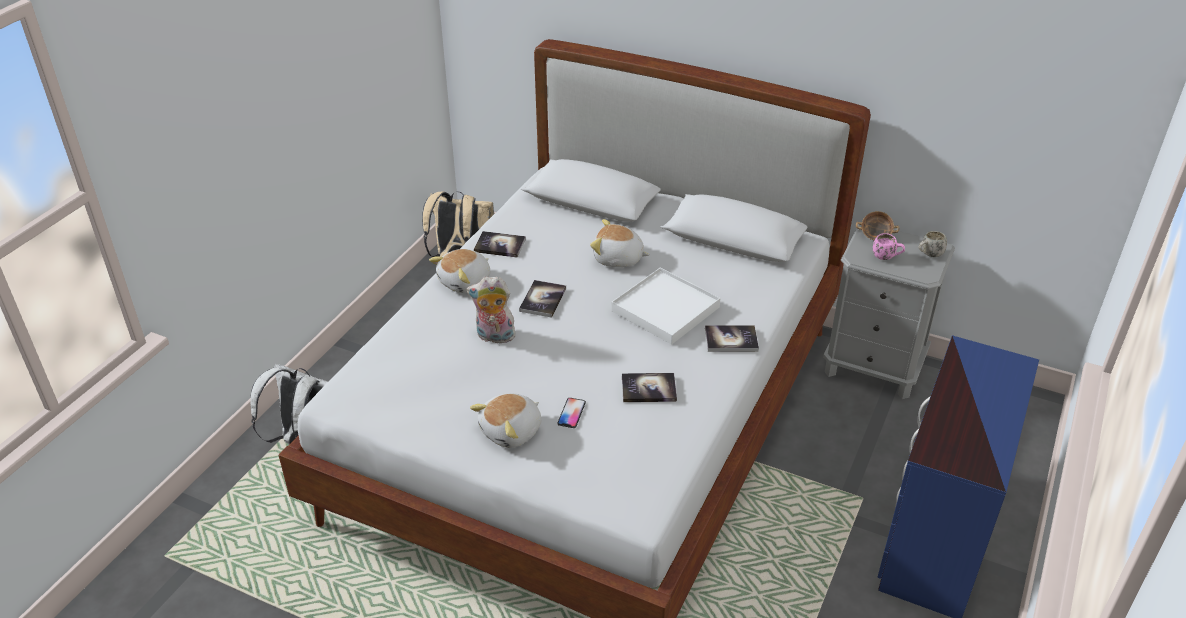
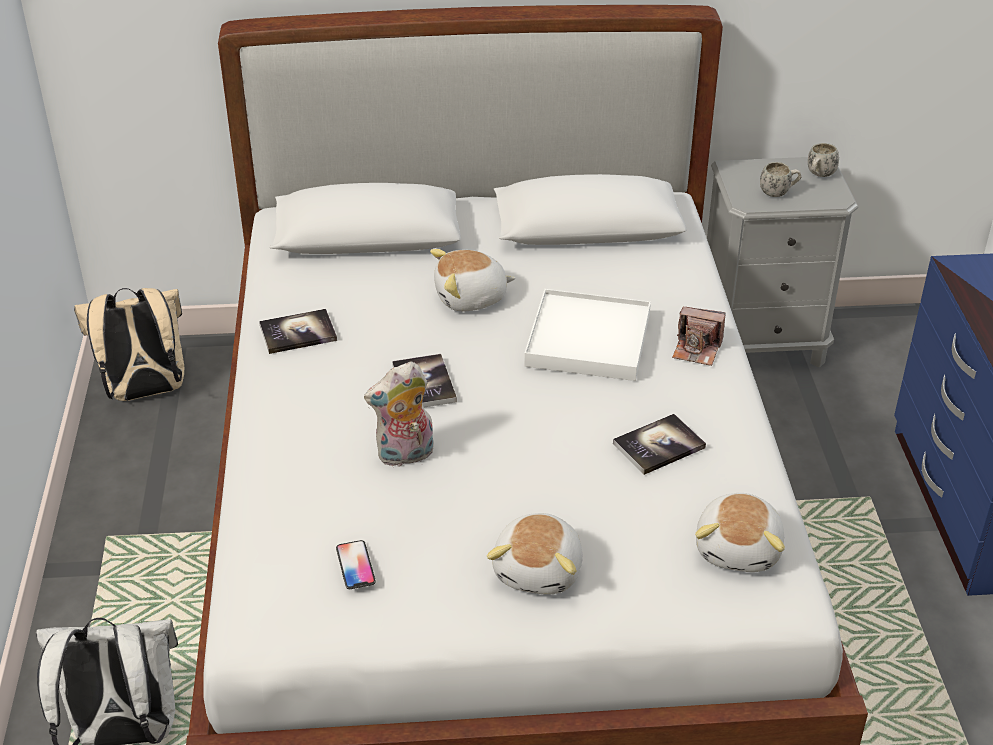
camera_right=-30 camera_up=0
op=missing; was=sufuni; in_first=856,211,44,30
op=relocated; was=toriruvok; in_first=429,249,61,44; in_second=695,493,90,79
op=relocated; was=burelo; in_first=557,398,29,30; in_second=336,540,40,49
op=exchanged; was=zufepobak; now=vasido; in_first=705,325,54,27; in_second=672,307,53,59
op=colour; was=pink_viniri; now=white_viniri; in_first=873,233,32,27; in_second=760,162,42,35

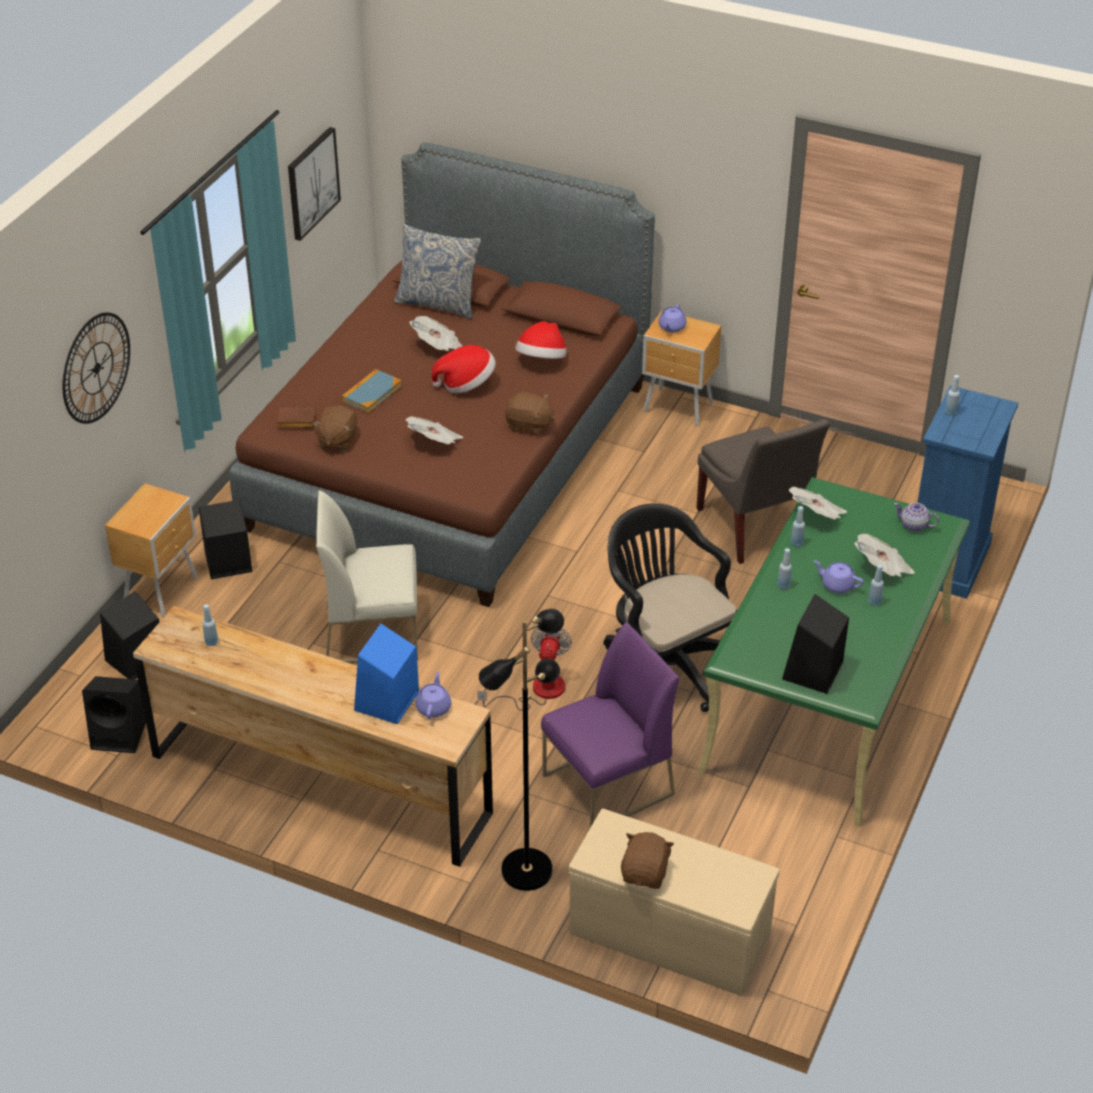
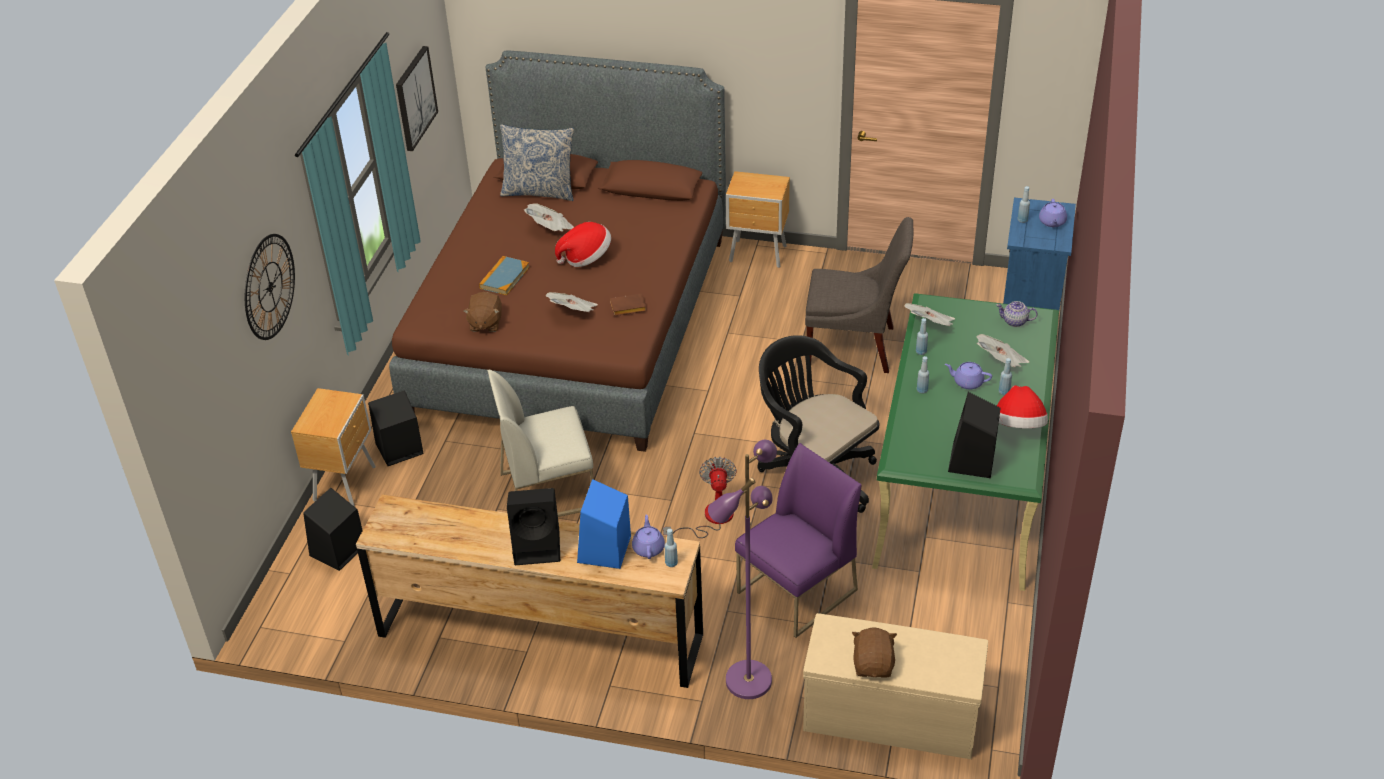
camera_right=-10 camera_up=0
op=missing; was=brown_toriruvok; in_first=505,392,50,44
op=relocated; was=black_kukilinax; in_first=82,676,64,77; in_second=507,488,53,77
op=relocated; was=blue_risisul; in_first=202,604,16,42; in_second=665,529,13,38
op=relocated; was=brown_zufepobak; in_first=277,407,39,21; in_second=610,293,36,23
op=relocated; was=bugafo; in_first=515,321,51,38; in_second=997,385,51,44
op=relocated; was=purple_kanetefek; in_first=658,304,29,28; in_second=1039,199,28,28
op=colour; was=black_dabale; now=purple_dabale; in_first=479,609,85,282; in_second=708,440,69,259
op=spun; was=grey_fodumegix; in_first=696,419,134,145; in_second=805,217,109,156; clockwise=-45

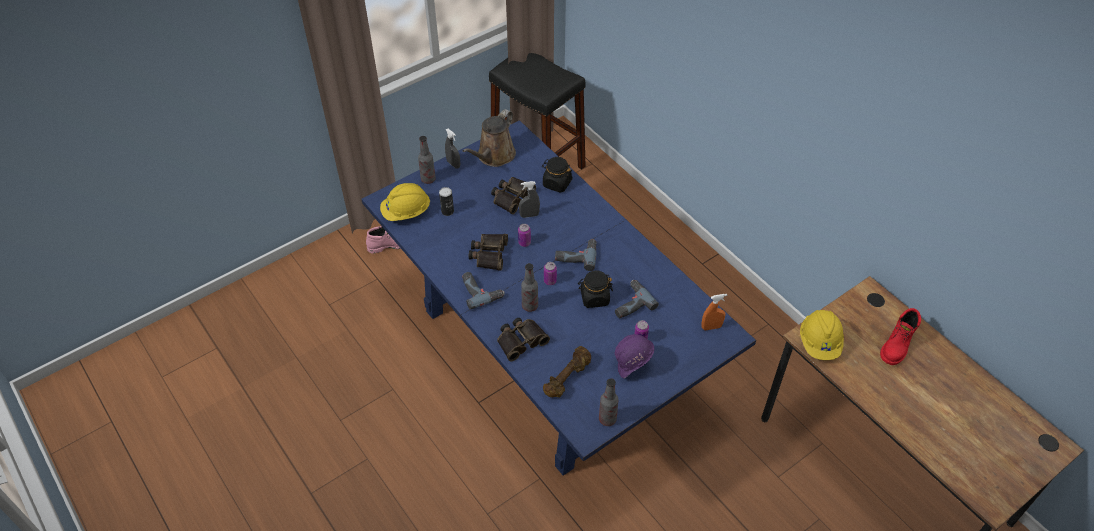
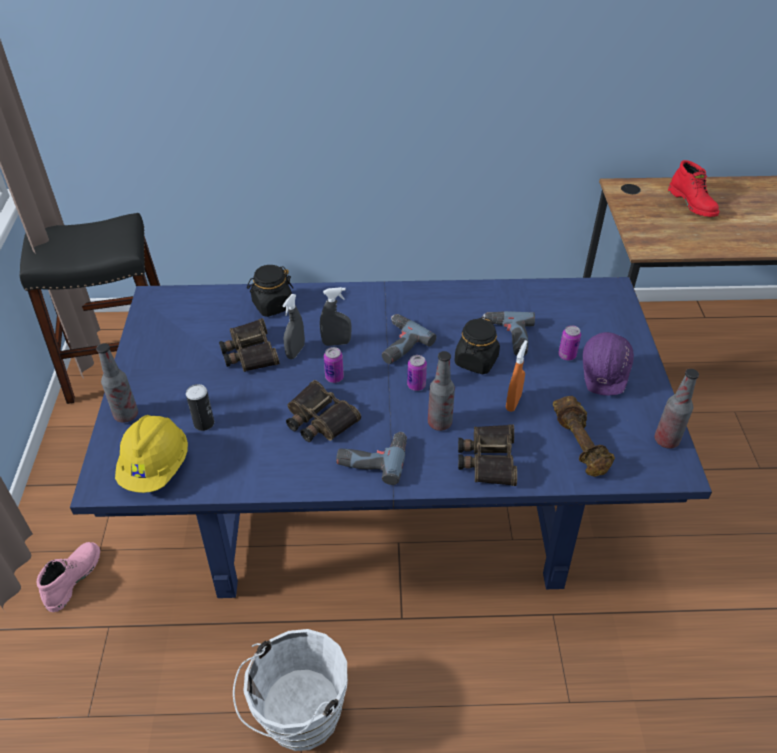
camera_right=-55 camera_up=-5
op=missing; was=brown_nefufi; in_first=462,109,54,58
op=missing; was=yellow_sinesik; in_first=800,310,44,50
op=appeared; now=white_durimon; in_second=233,629,115,122
op=relocated; was=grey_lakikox; in_first=445,128,15,40; in_second=320,287,31,59
op=relocated; was=orange_lakikox; in_first=701,294,26,36; in_second=506,340,22,72

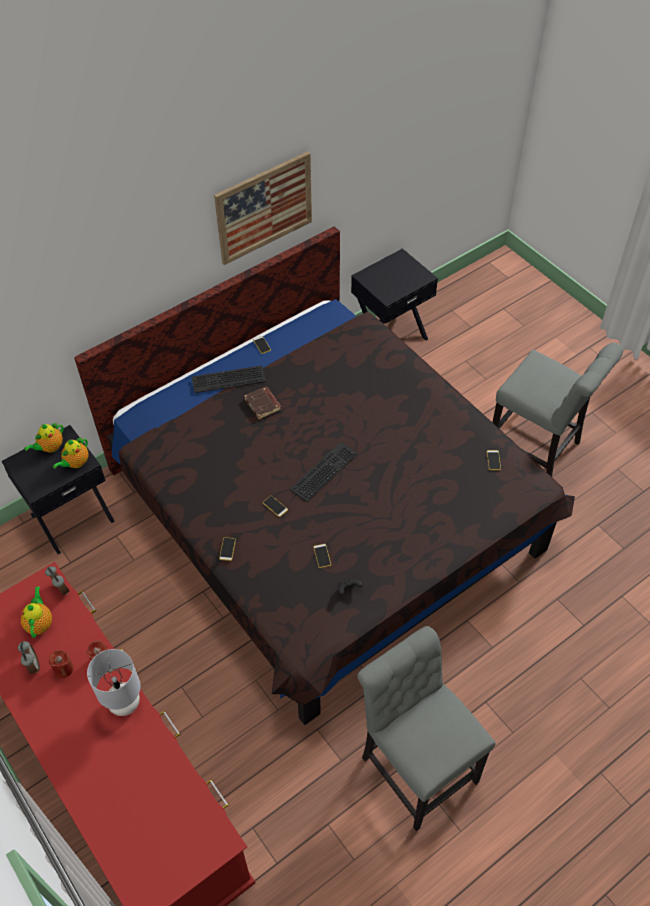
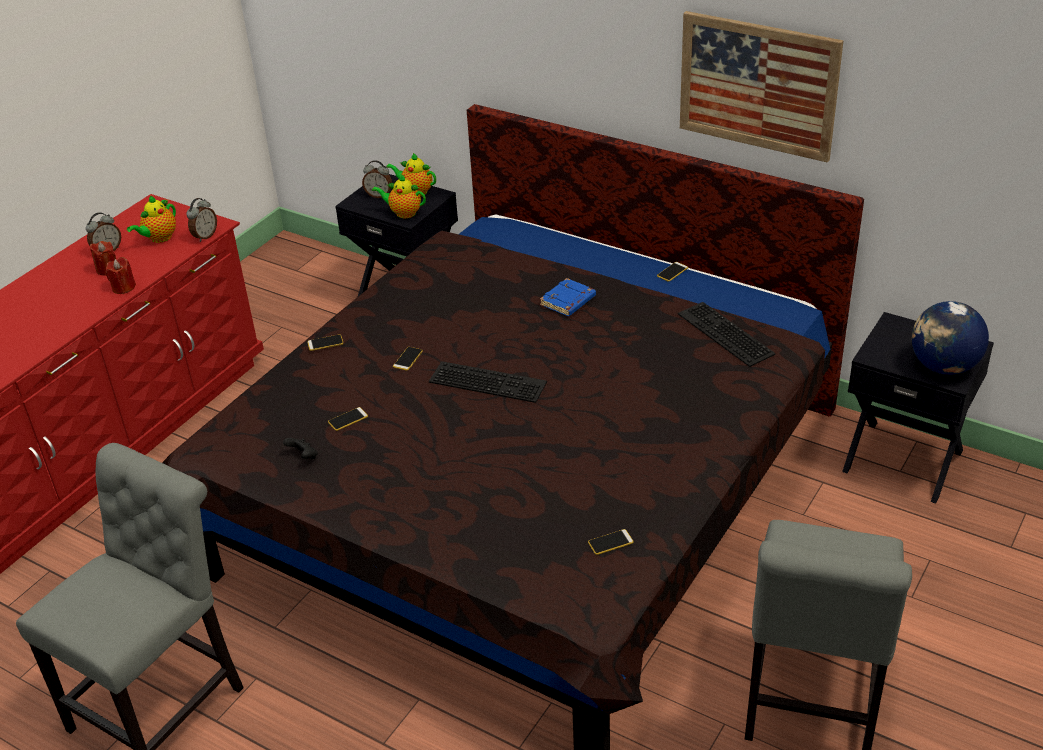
camera_right=70 camera_up=-15
op=missing; was=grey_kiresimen; in_first=87,649,54,67
op=appeared; now=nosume; in_second=362,160,30,38
op=appeared; now=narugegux; in_second=911,301,78,74
op=relocated; was=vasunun; in_first=192,365,74,28; in_second=678,302,98,65
op=colour; was=brown_zufepobak; now=blue_zufepobak; in_first=244,386,38,33; in_second=540,278,56,38
op=spun; was=kanetefek; in_first=21,586,31,52; in_second=127,195,49,48; clockwise=150

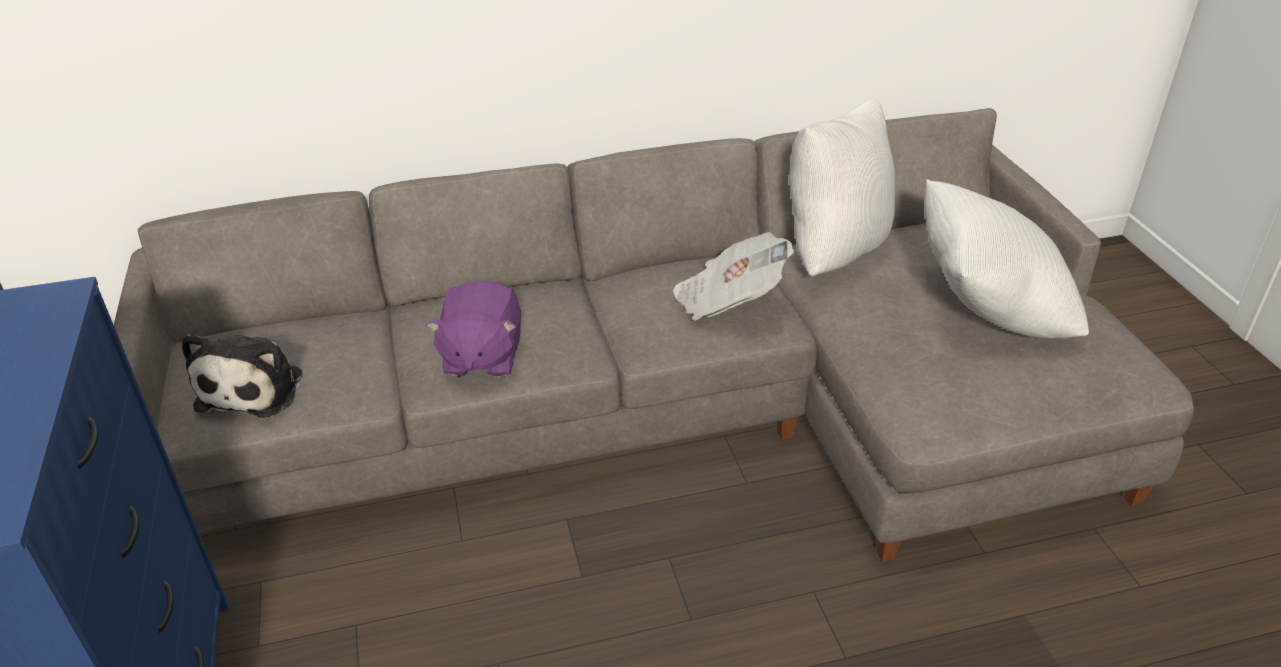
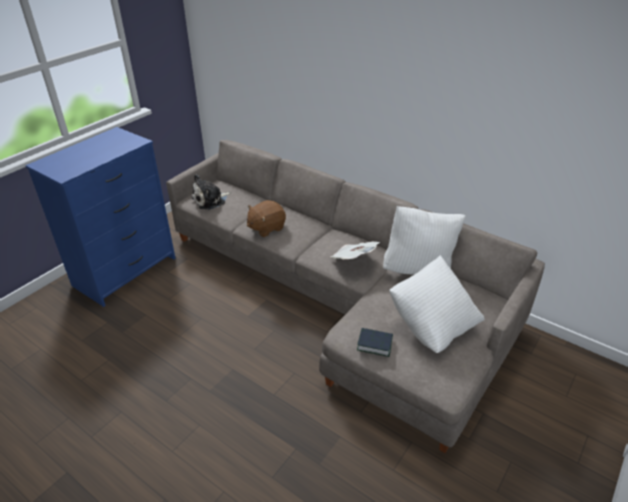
camera_right=50 camera_up=0
op=appeared; now=zufepobak; in_second=357,328,36,29
op=colour; was=purple_toriruvok; now=brown_toriruvok; in_first=426,280,95,97; in_second=247,200,39,37

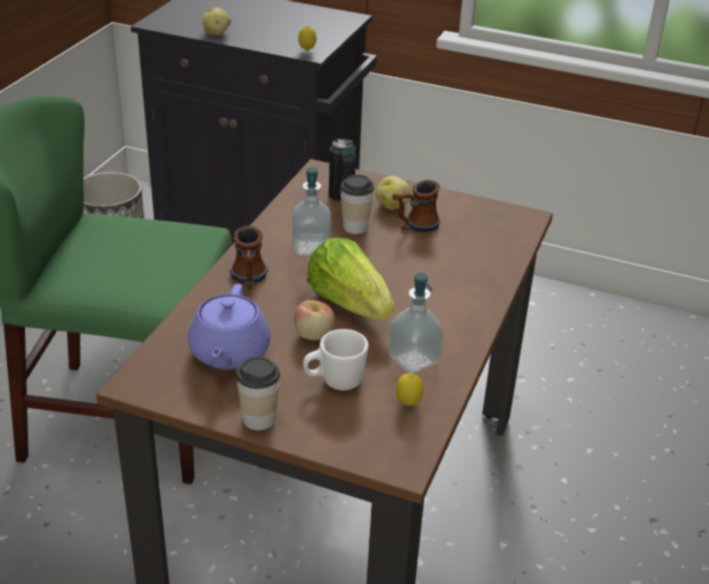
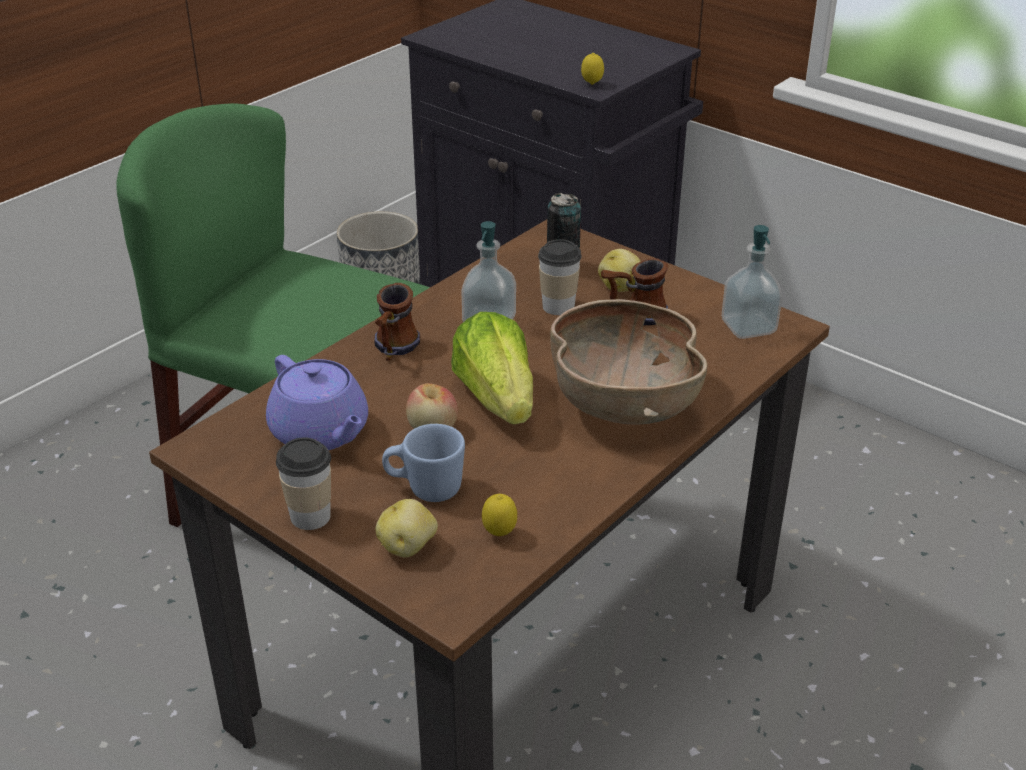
camera_right=20 camera_up=0
op=appeared; now=brown_sufuni; in_second=550,299,157,126
op=relocated; was=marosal; in_first=202,7,29,29; in_second=375,499,63,59
op=relocated; was=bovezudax; in_first=388,273,56,100; in_second=722,225,60,114
op=colour; was=white_viniri; now=blue_viniri; in_first=303,329,66,62; in_second=382,424,83,78
op=spun; was=purple_kanetefek; in_first=188,284,82,86; in_second=266,355,102,95; clockwise=-60

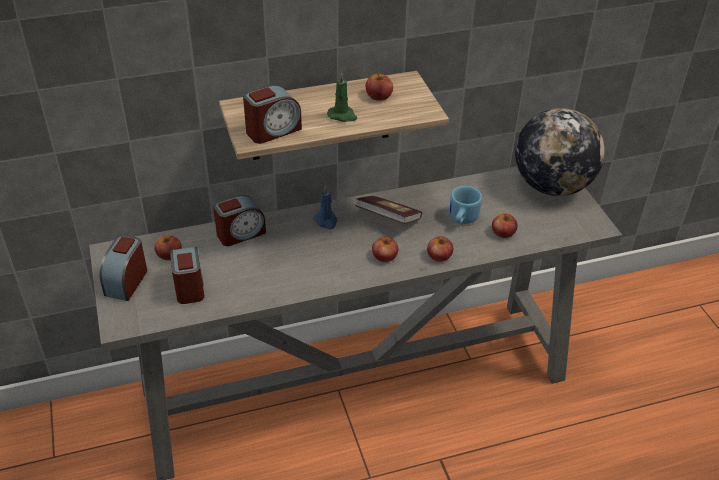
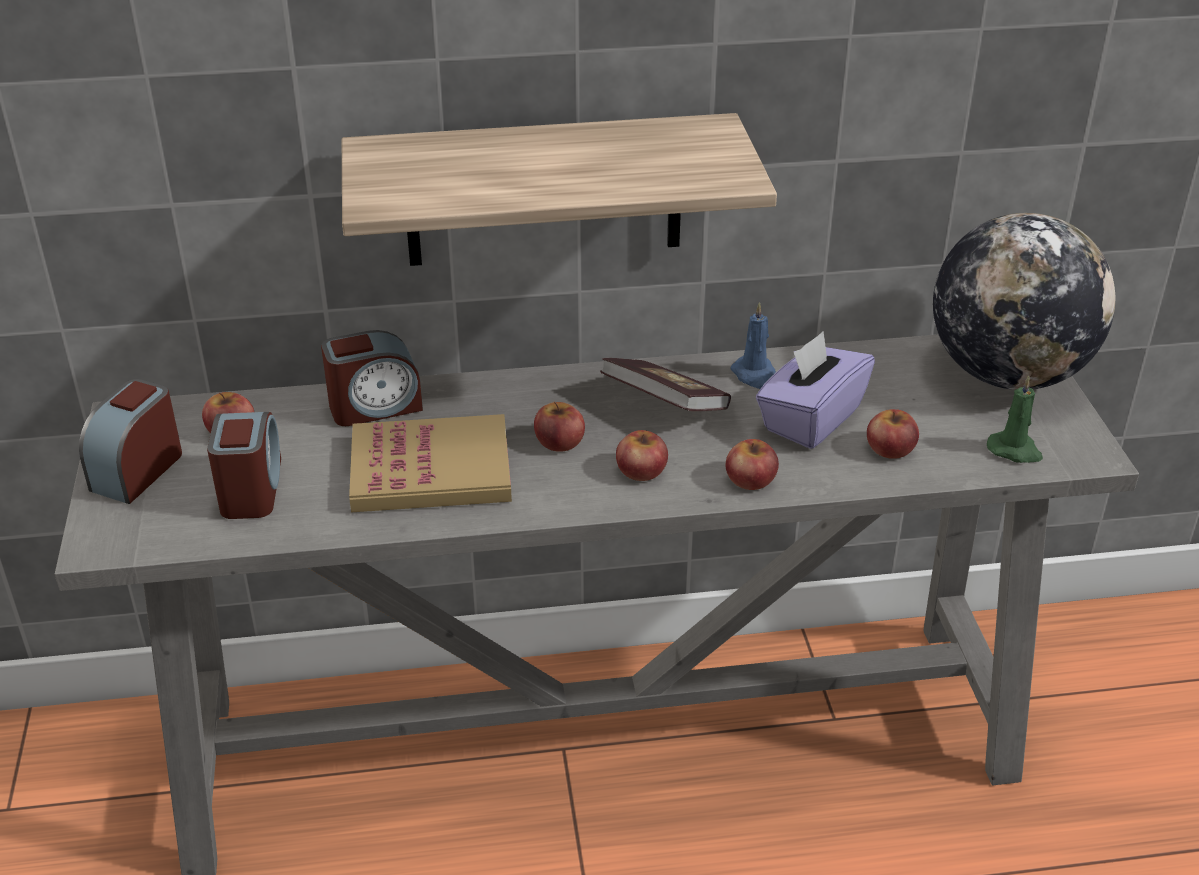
camera_right=10 camera_up=-5
op=missing; was=nosume; in_first=243,85,59,59
op=appeared; now=zufepobak; in_second=349,414,163,98
op=relocated; was=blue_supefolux; in_first=313,186,24,43; in_second=730,302,46,87
op=relocated; was=green_supefolux; in_first=327,72,30,50; in_second=987,376,56,87
op=relocated; was=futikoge; in_first=366,73,27,28; in_second=534,402,51,50
op=exchanged; was=blue_viniri; now=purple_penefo; in_first=450,186,32,38; in_second=756,331,119,118

